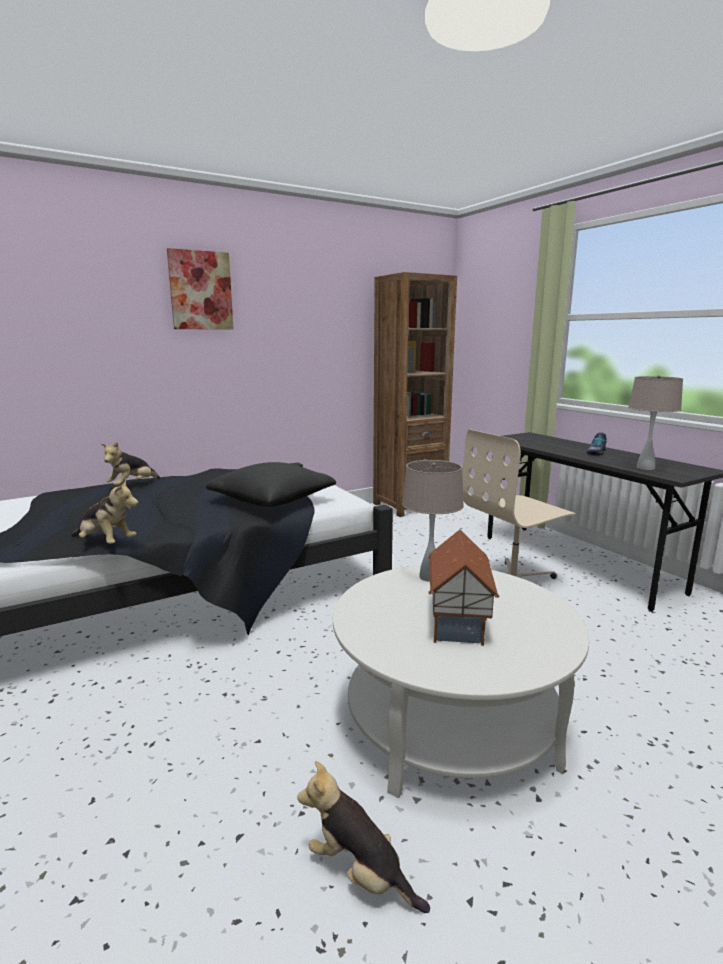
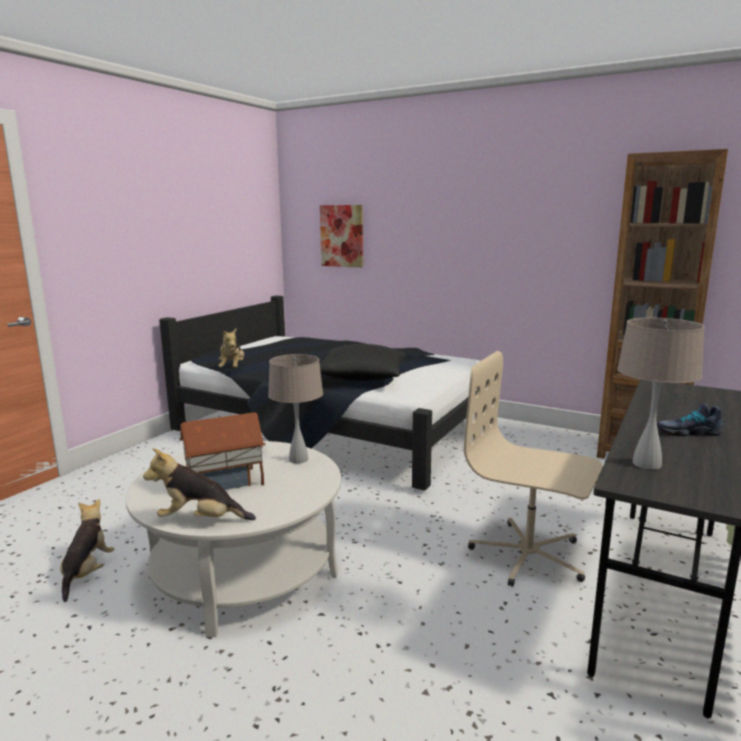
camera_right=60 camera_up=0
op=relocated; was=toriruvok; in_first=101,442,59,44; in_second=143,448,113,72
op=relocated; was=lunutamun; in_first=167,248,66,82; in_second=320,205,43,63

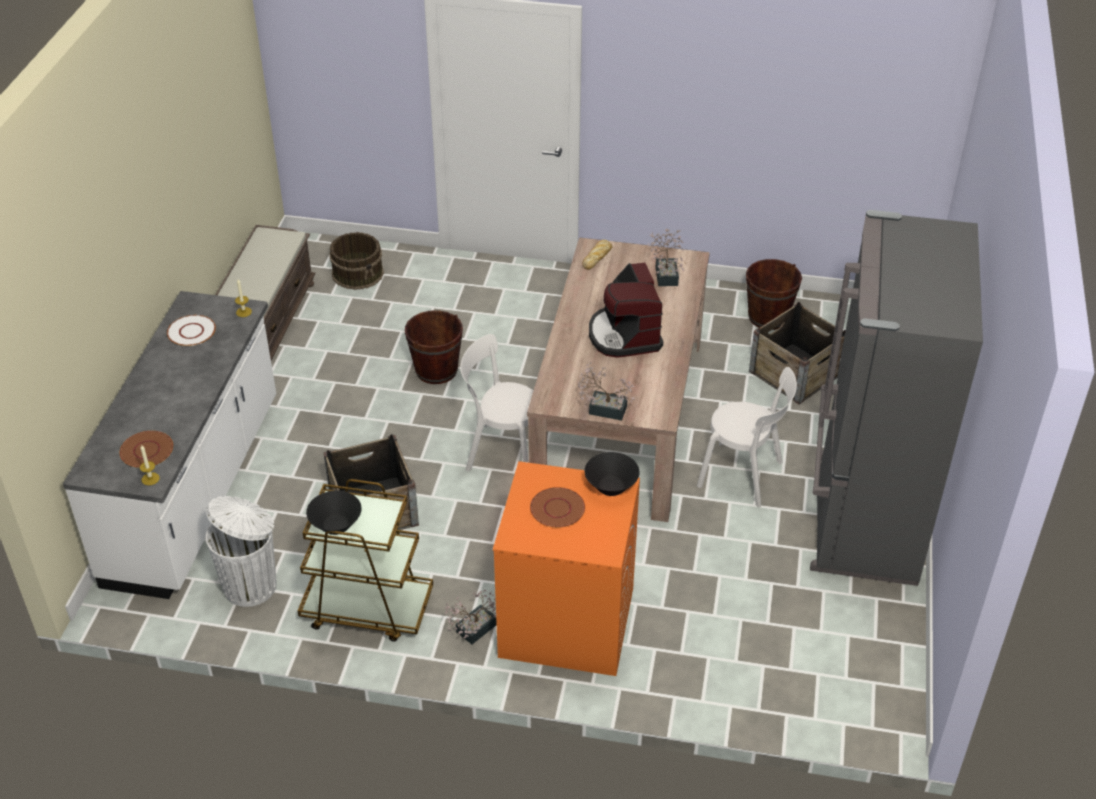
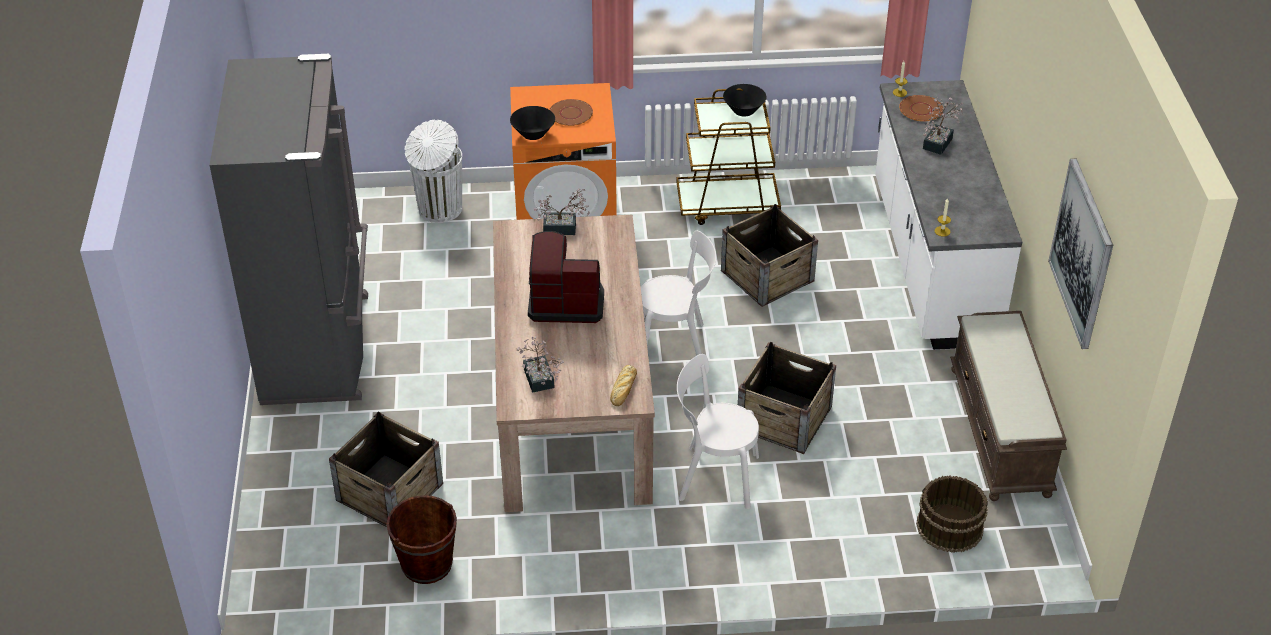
camera_right=165 camera_up=0
op=missing; was=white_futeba; in_first=167,315,49,31
op=appeared; now=lunutamun; in_second=1048,159,65,190
op=relocated; was=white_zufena; in_first=206,496,71,111; in_second=405,120,57,103
op=relocated; was=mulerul; in_first=444,589,53,55; in_second=923,97,40,58
op=relocated; was=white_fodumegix; in_first=697,367,100,140; in_second=677,354,82,155
op=exchanged; was=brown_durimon; now=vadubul; in_first=405,310,58,74; in_second=738,342,98,112
op=spun; was=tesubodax; in_first=589,263,74,95; in_second=528,231,76,92; clockwise=-60

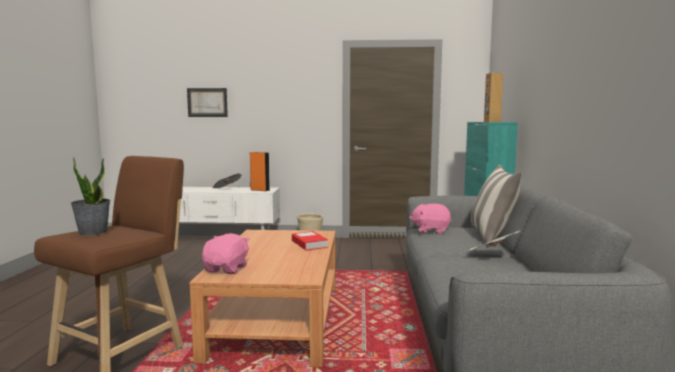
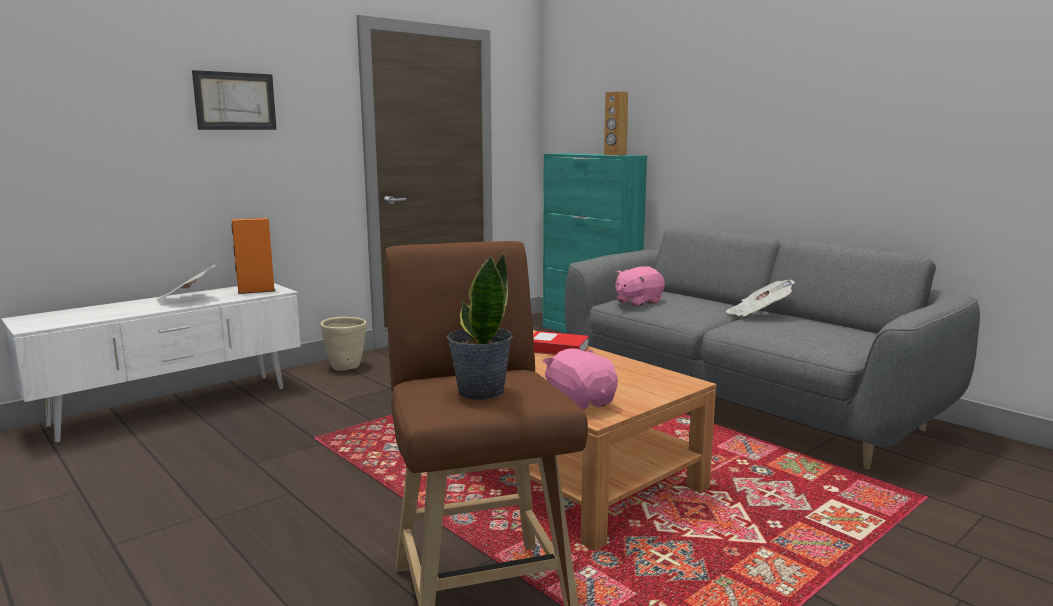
camera_right=-45 camera_up=5
op=missing; was=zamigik; in_first=471,164,50,83
op=relocated; was=lunutamun; in_first=187,88,41,29; in_second=192,70,85,60

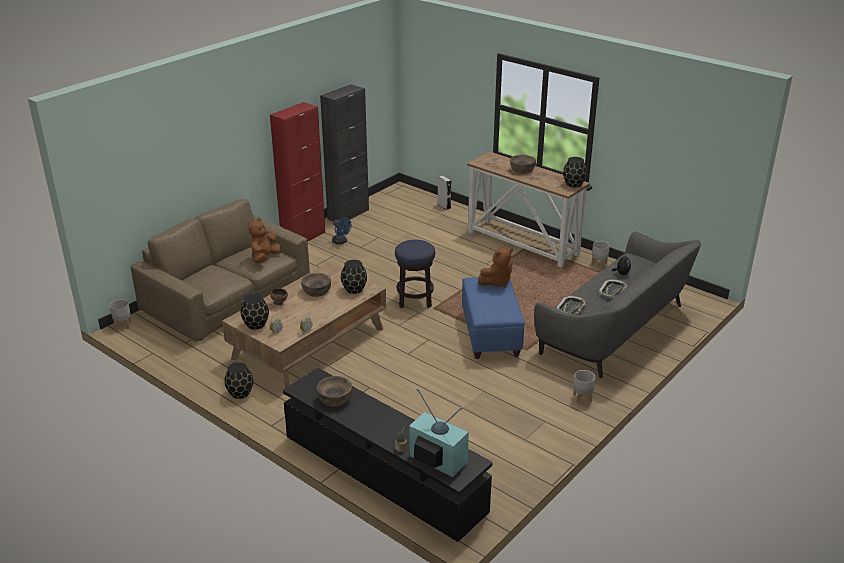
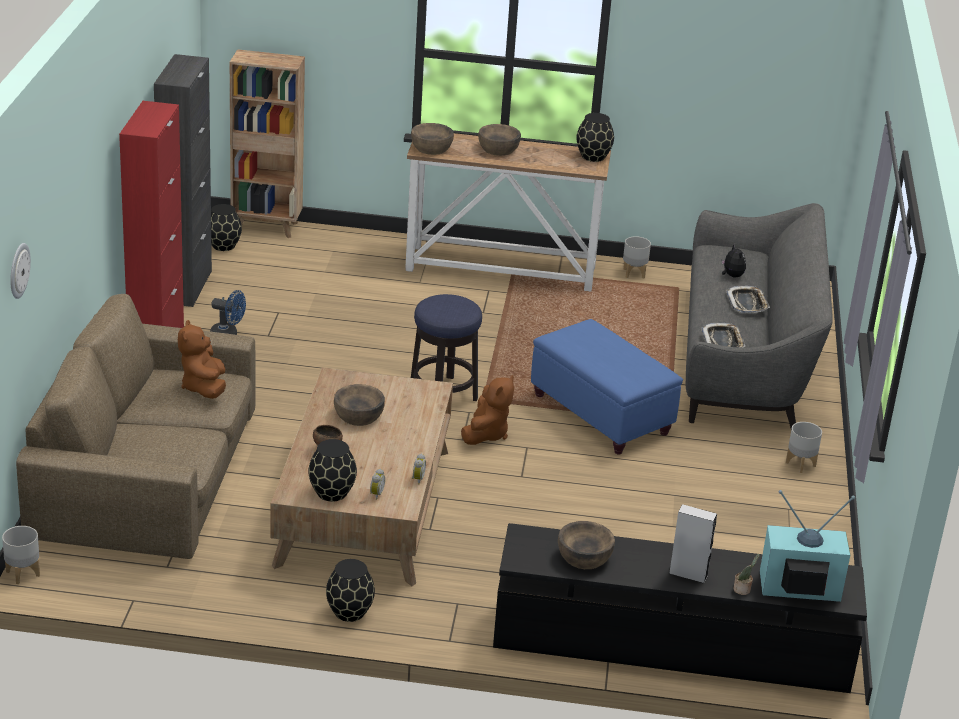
camera_right=-35 camera_up=0
op=appeared; now=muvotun; in_second=10,243,21,56
op=appeared; now=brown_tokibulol; in_second=230,49,75,189
op=appeared; now=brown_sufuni; in_second=411,123,43,32
op=relocated; was=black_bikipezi; in_first=341,260,26,34; in_second=211,204,31,47
op=relocated; was=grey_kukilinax; in_first=438,175,13,35; in_second=669,504,48,80
op=relocated; was=brown_toriruvok; in_first=478,248,35,40; in_second=461,375,53,70

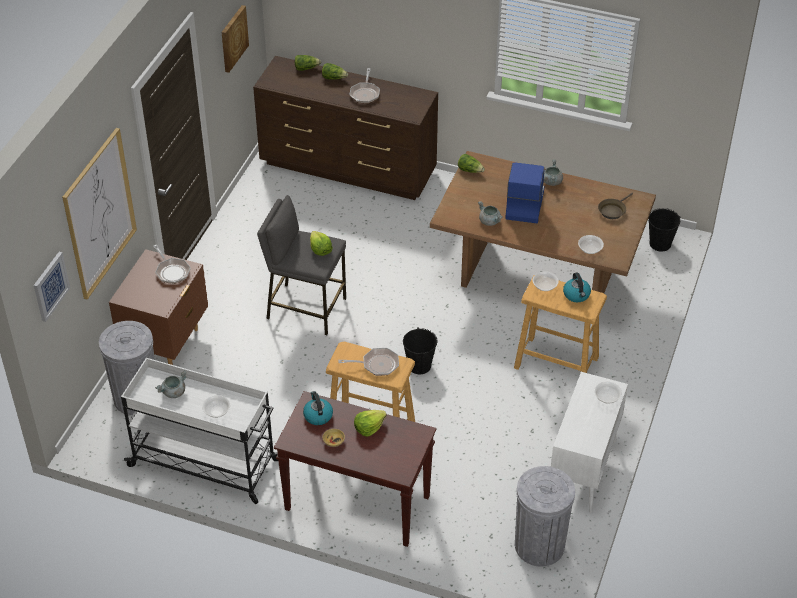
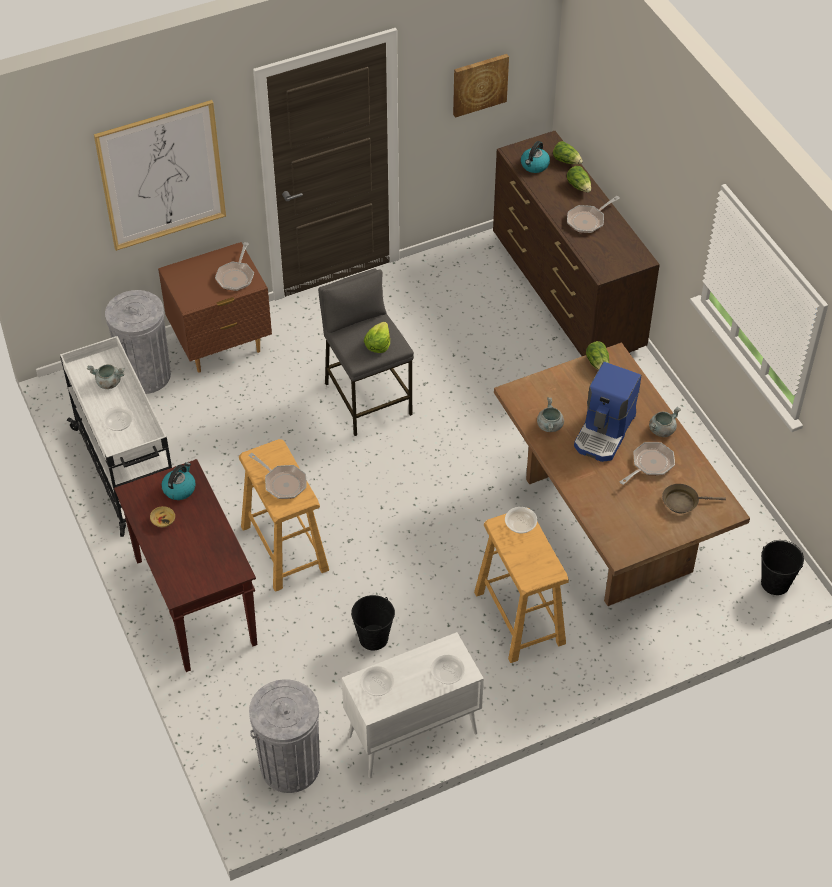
camera_right=45 camera_up=5
op=missing; was=lunutamun; in_first=34,252,36,70
op=missing; was=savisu; in_first=354,410,33,27
op=appeared; now=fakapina; in_second=619,442,56,43
op=relocated; was=black_durimon; in_first=403,327,34,47; in_second=351,595,44,56
op=relocated; was=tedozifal; in_first=563,272,28,30; in_second=521,141,29,32
op=relocated; was=sufuni; in_first=578,235,26,19; in_second=360,666,34,30
op=spun; was=tesubodax; in_first=505,162,40,61; in_second=574,362,67,100; clockwise=150

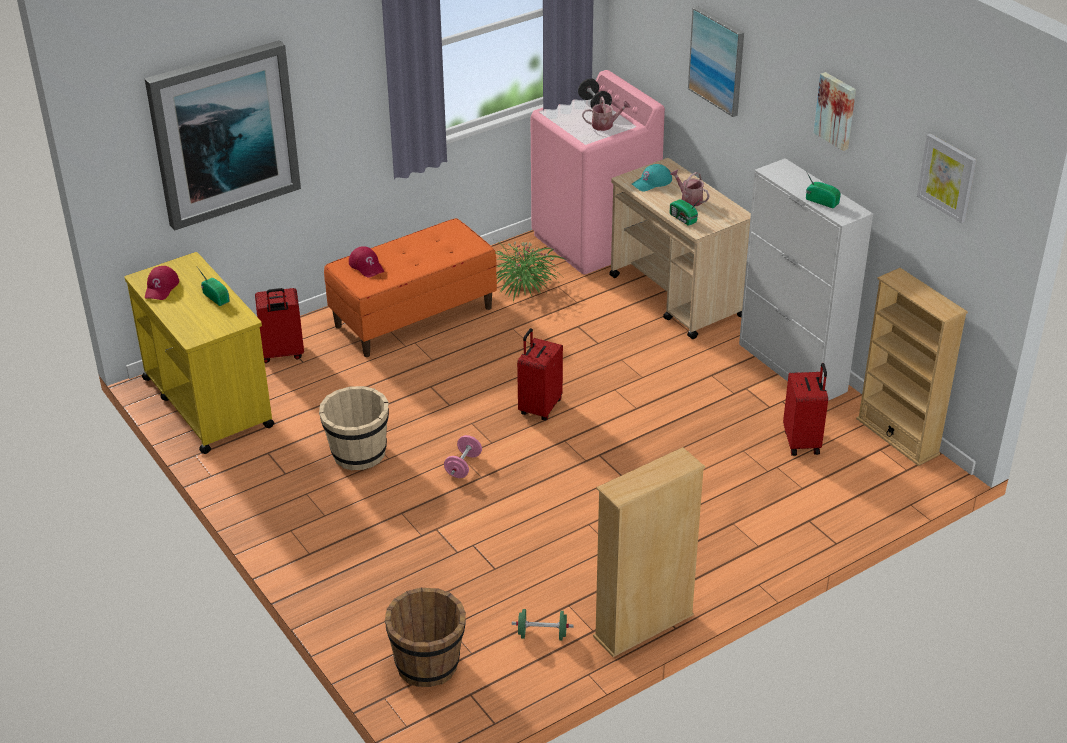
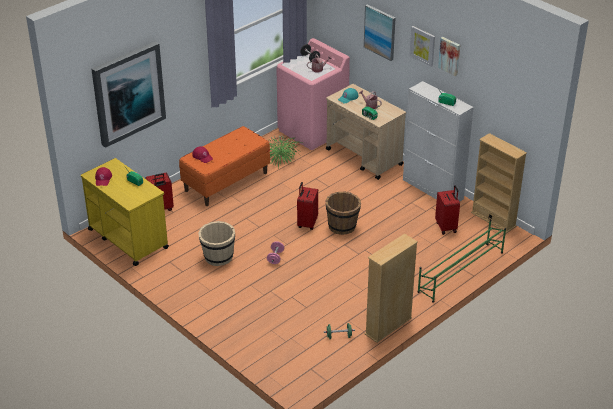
camera_right=-10 camera_up=0
op=appeared; now=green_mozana; in_second=418,219,88,84
op=relocated; was=brown_durimon; in_first=385,587,81,100; in_second=326,191,35,44
op=relocated; was=lunutamun; in_first=917,133,60,90; in_second=409,26,26,41

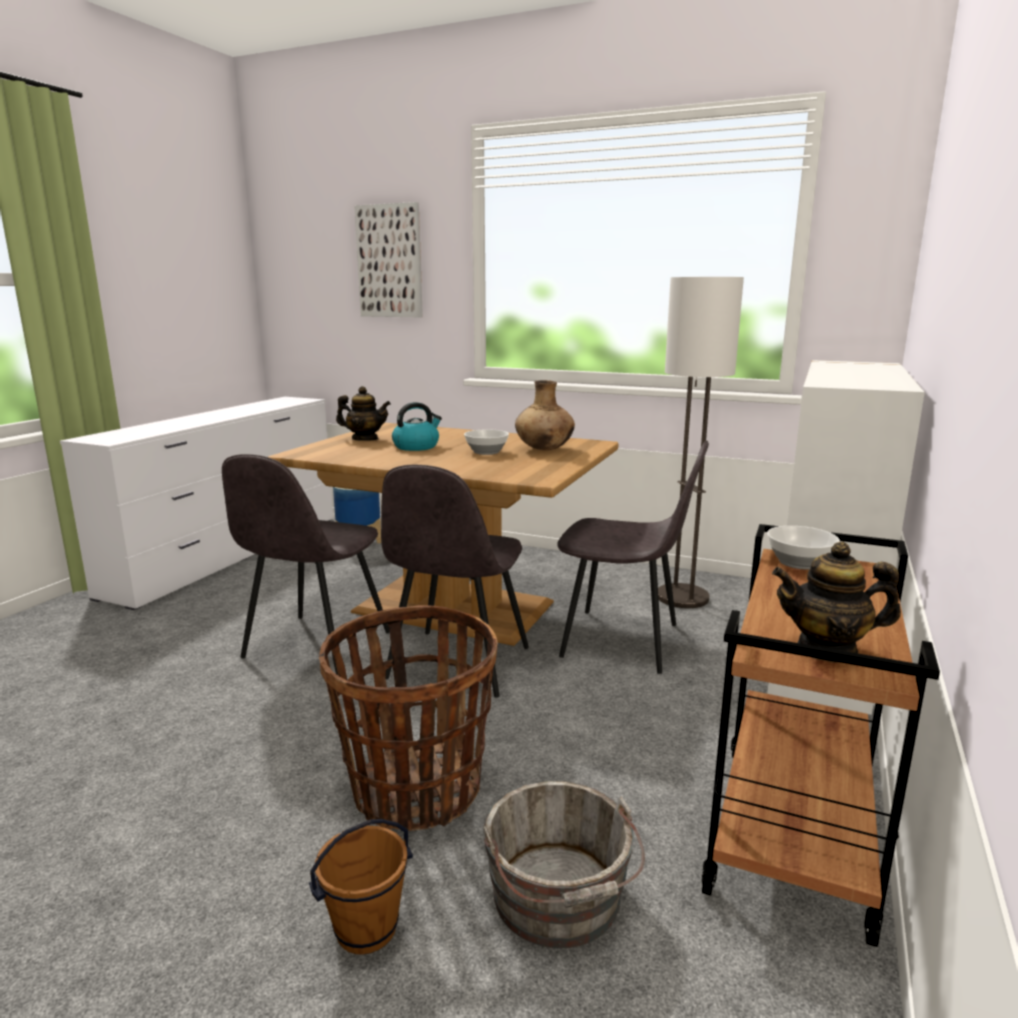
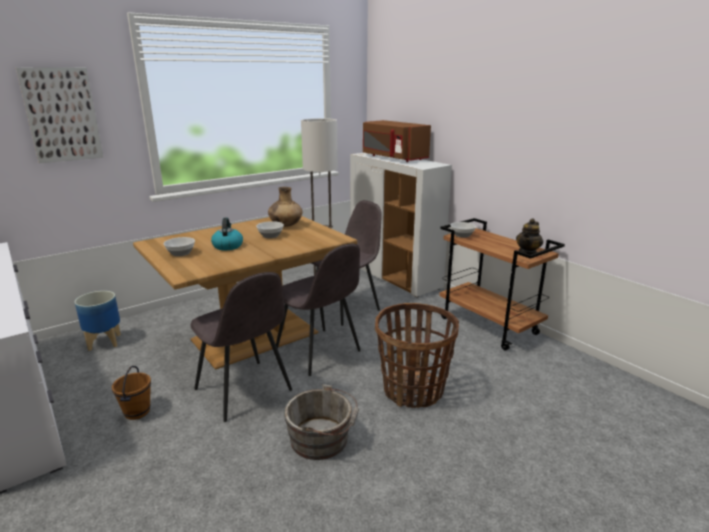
camera_right=-60 camera_up=5
op=appeared; now=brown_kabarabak; in_second=363,120,68,42
op=relocated; was=brown_durimon; in_first=309,819,104,136; in_second=112,366,39,54
op=relocated; was=grey_durimon; in_first=483,781,162,168; in_second=284,384,75,76
op=exchanged; was=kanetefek; now=sufuni; in_first=336,386,55,55; in_second=164,237,31,19

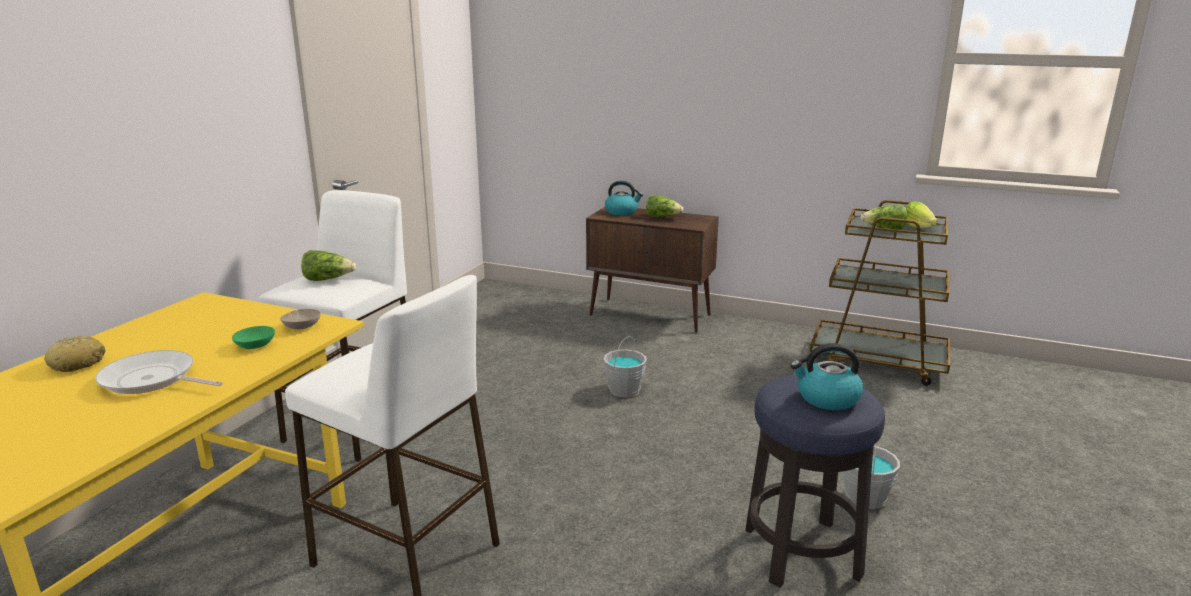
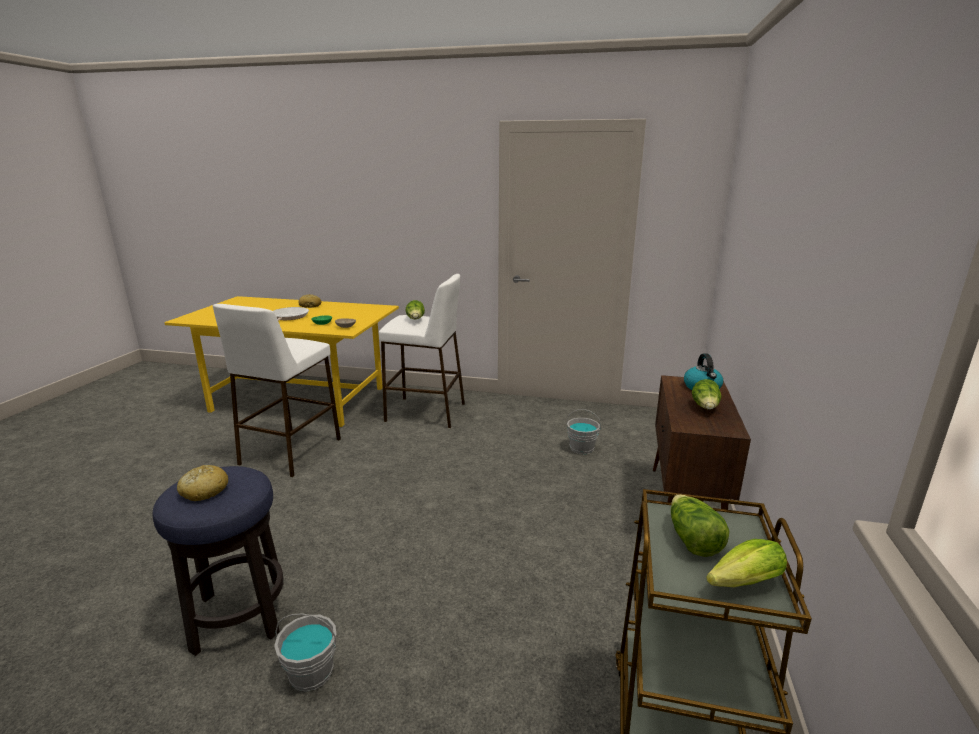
camera_right=80 camera_up=0
op=relocated; was=grey_durimon; in_first=603,336,44,61; in_second=567,409,34,45
op=exchanged; was=tedozifal; now=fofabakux; in_first=791,343,72,67; in_second=177,465,51,36

